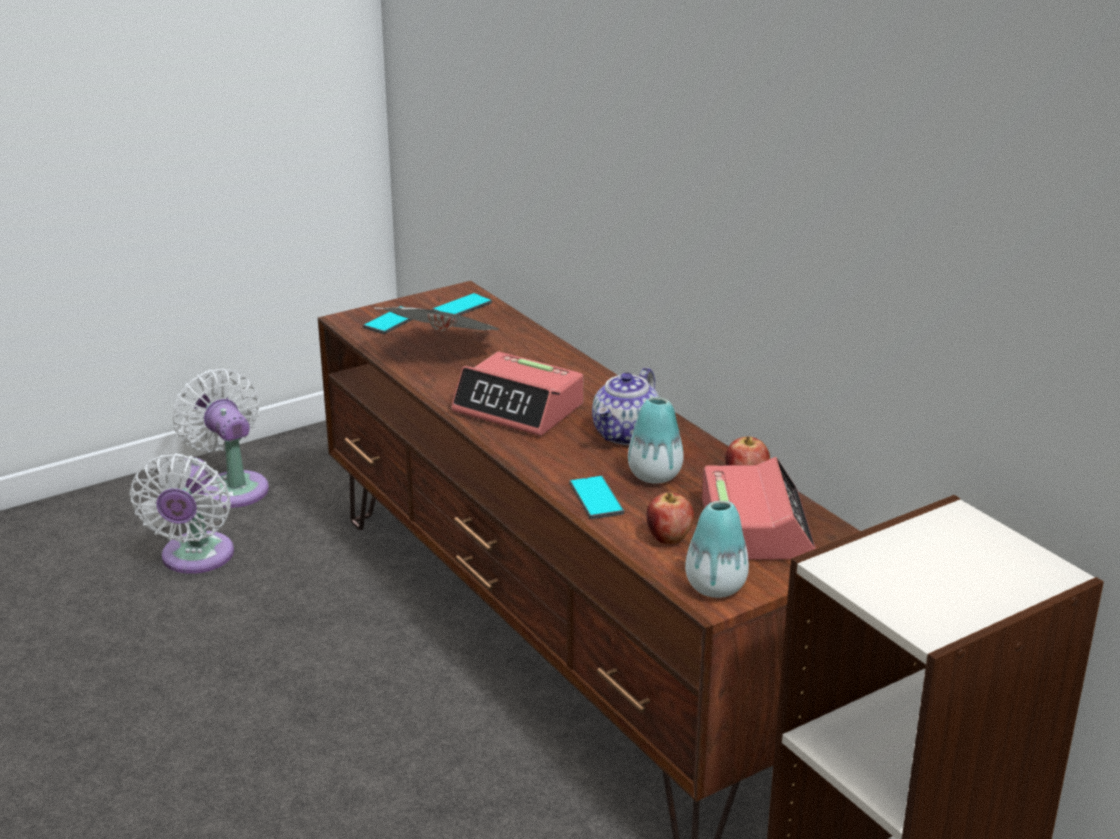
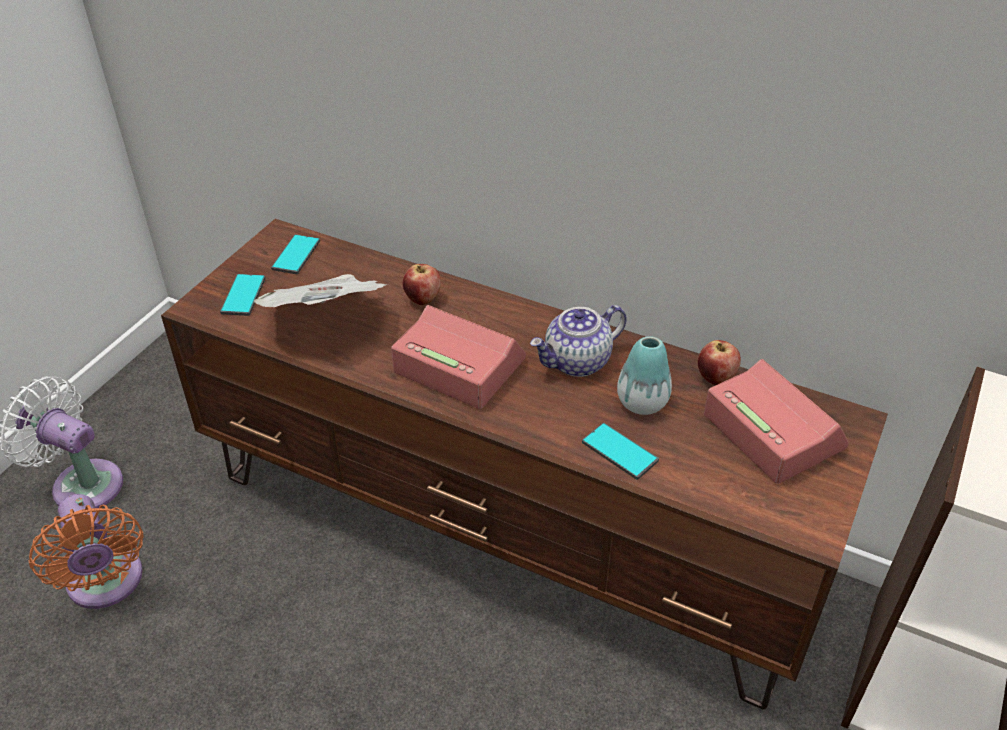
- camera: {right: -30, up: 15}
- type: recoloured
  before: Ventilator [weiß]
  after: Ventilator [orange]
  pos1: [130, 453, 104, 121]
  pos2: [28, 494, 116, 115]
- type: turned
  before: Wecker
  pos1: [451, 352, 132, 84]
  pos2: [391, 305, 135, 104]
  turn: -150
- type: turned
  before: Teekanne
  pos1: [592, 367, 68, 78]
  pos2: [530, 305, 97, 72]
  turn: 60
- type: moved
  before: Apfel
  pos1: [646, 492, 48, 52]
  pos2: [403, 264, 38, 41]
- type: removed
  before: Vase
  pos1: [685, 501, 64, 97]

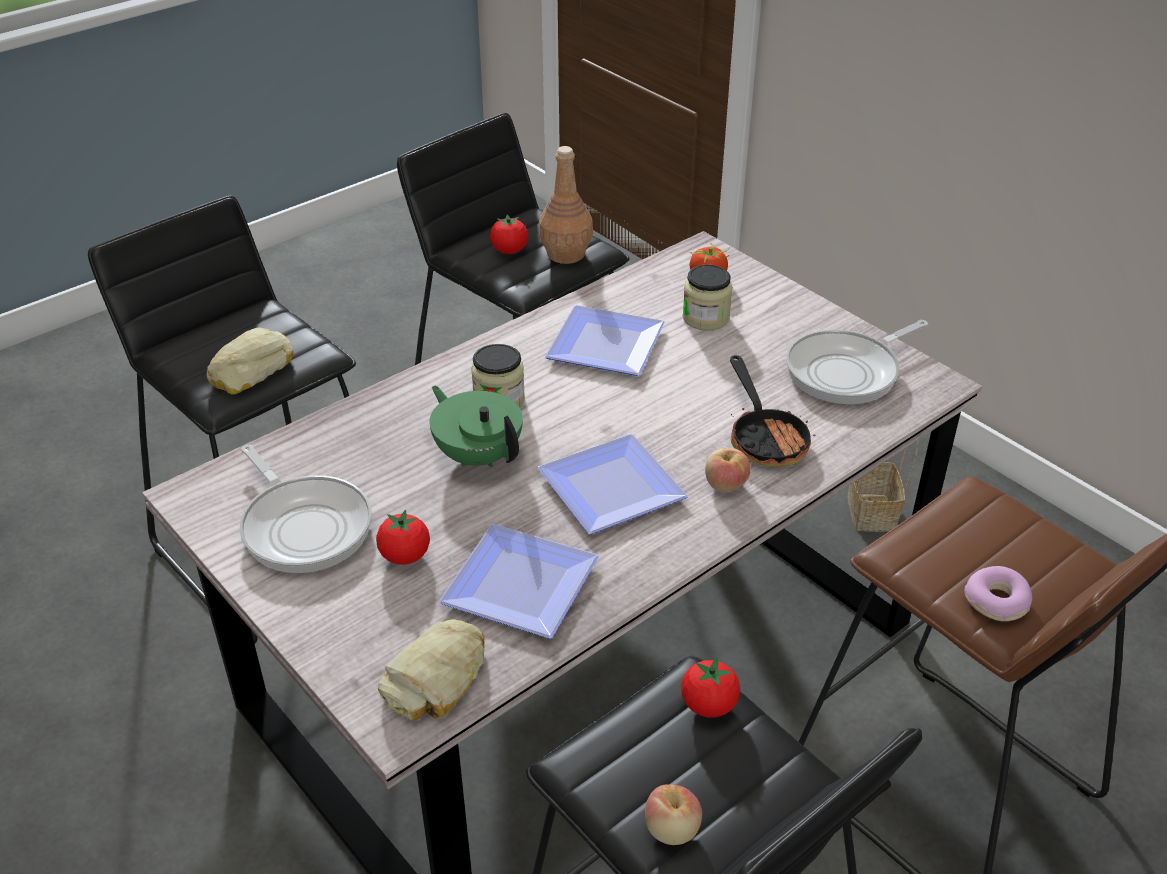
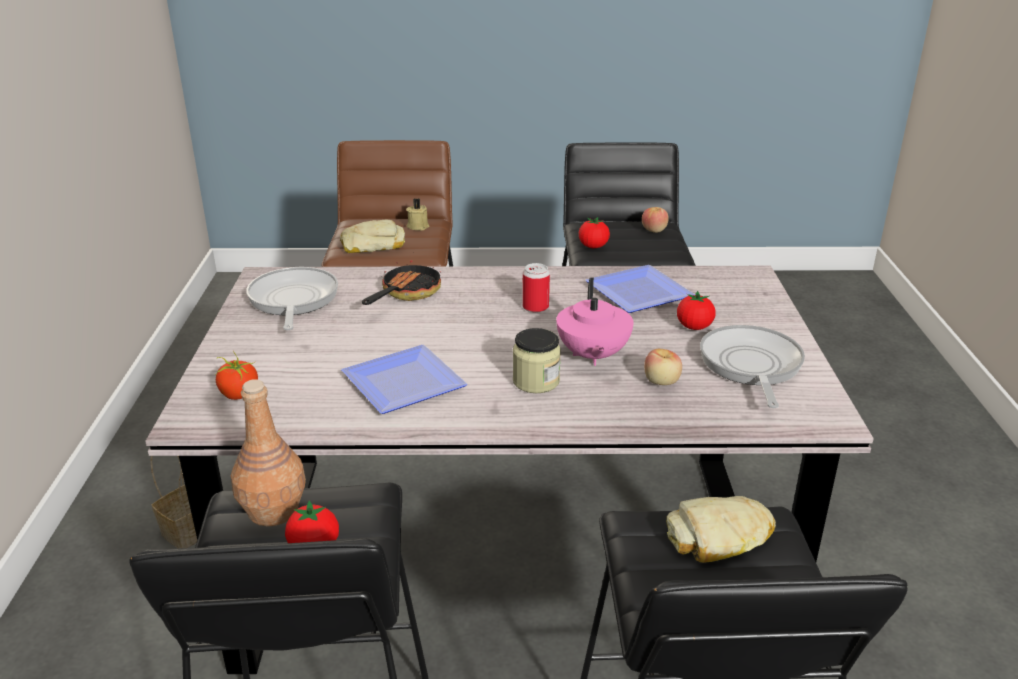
- camera: {right: -140, up: -10}
- type: moved
  before: Brot
  pos1: [378, 619, 107, 102]
  pos2: [340, 220, 65, 33]
- type: recoloured
  before: Teekanne [grün]
  after: Teekanne [rosa]
  pos1: [429, 386, 94, 81]
  pos2: [556, 278, 78, 88]
- type: replaced
  before: Teller
  after: Dose
  pos1: [537, 434, 151, 100]
  pos2: [522, 263, 28, 50]
- type: removed
  before: Vorratsglas
  pos1: [683, 264, 49, 67]
- type: moved
  before: Apfel
  pos1: [705, 447, 46, 45]
  pos2: [644, 349, 38, 36]
- type: turned
  before: Pfanne
  pos1: [786, 320, 142, 84]
  pos2: [246, 267, 92, 63]
  turn: -105
- type: replaced
  before: Donut
  after: Kerze [beige]
  pos1: [965, 566, 67, 55]
  pos2: [406, 198, 23, 32]

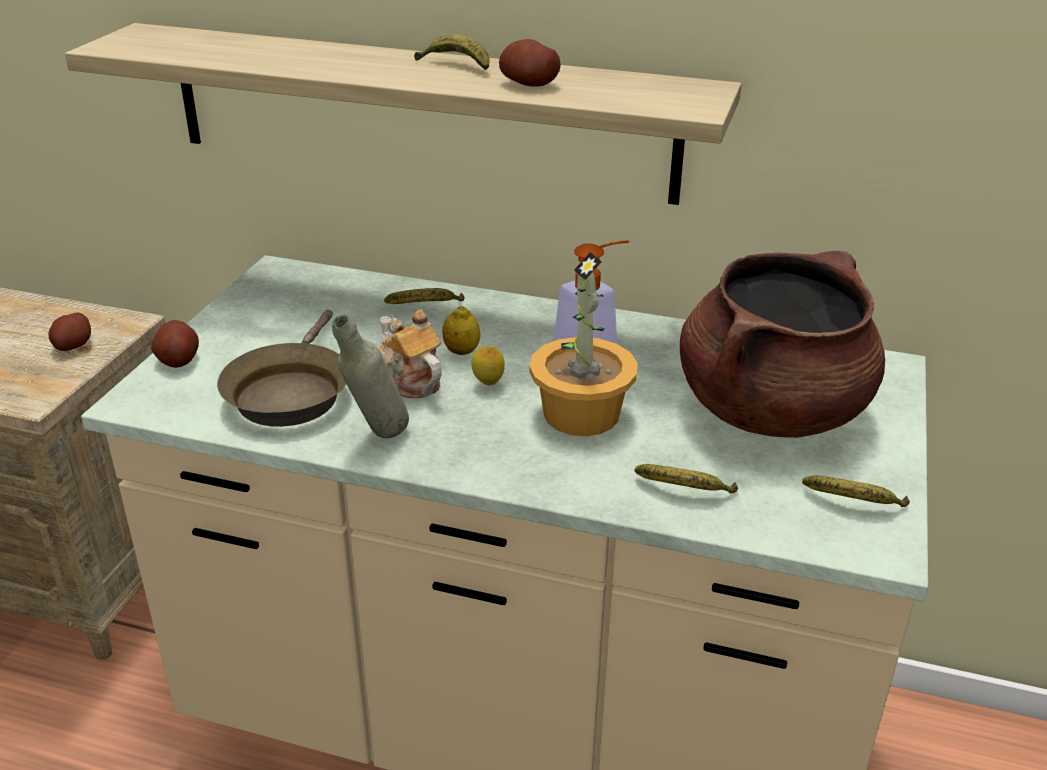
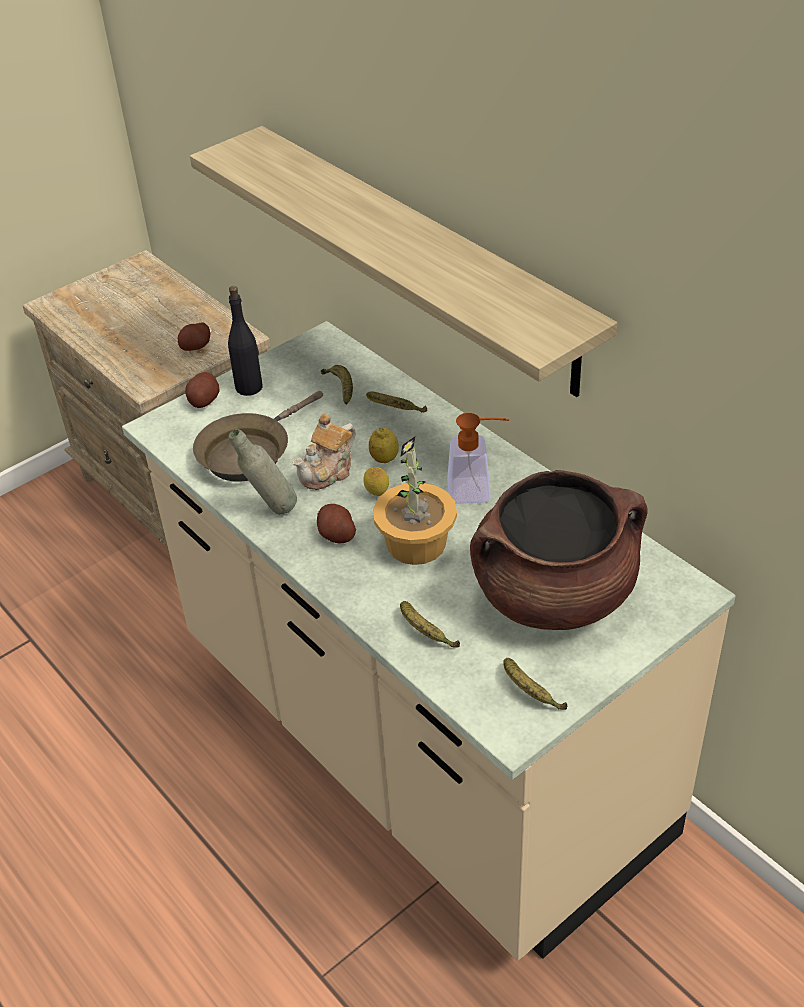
- camera: {right: 35, up: 10}
- type: turned
  before: Teekanne
  pos1: [378, 309, 64, 89]
  pos2: [293, 414, 63, 76]
  turn: -135
- type: moved
  before: Banane
  pos1: [414, 34, 75, 36]
  pos2: [321, 365, 32, 39]
- type: moved
  before: Kartoffel
  pos1: [499, 39, 62, 48]
  pos2: [317, 504, 39, 39]
- type: added
  after: Flasche [schwarz]
  pos2: [228, 286, 34, 110]

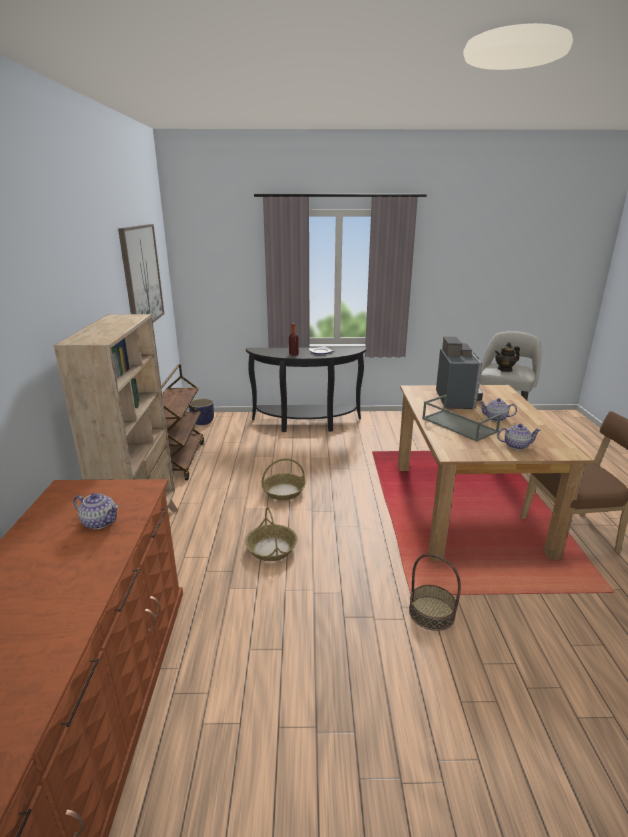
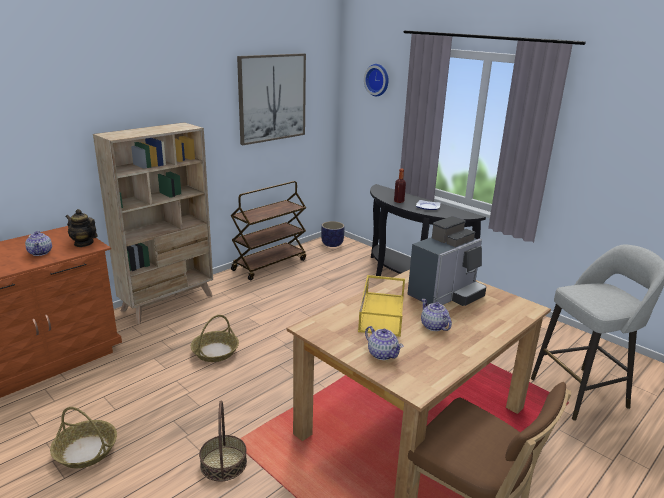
- camera: {right: 45, up: 0}
- type: moved
  before: Korb
  pos1: [261, 458, 44, 42]
  pos2: [50, 407, 67, 61]
- type: recoloured
  before: Tablett [grau]
  after: Tablett [gelb]
  pos1: [422, 395, 79, 46]
  pos2: [358, 275, 47, 62]
- type: moved
  before: Teekanne
  pos1: [495, 342, 25, 30]
  pos2: [65, 209, 32, 38]
- type: added
  after: Wanduhr
  pos2: [364, 64, 24, 32]

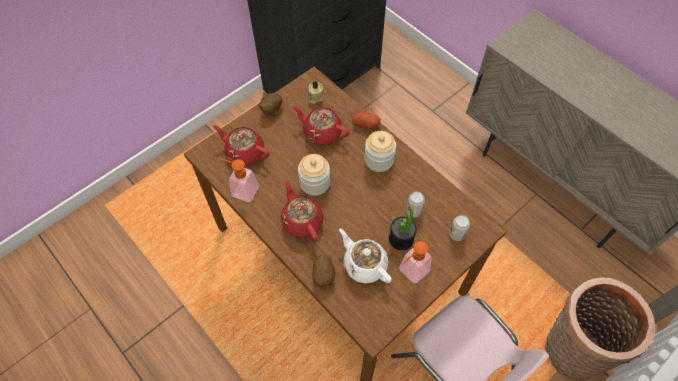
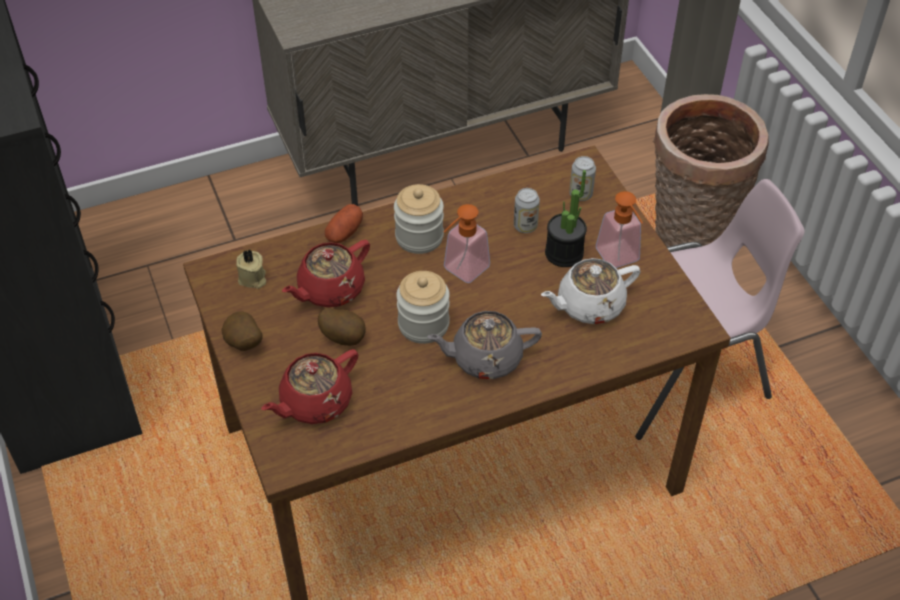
- camera: {right: -70, up: -10}
- type: moved
  before: Seifenspender
  pos1: [218, 158, 41, 44]
  pos2: [444, 204, 46, 79]
- type: recoloured
  before: Teekanne [rot]
  after: Teekanne [grau]
  pos1: [281, 181, 43, 60]
  pos2: [427, 311, 115, 68]
- type: moved
  before: Kartoffel
  pos1: [312, 255, 23, 32]
  pos2: [318, 308, 48, 38]

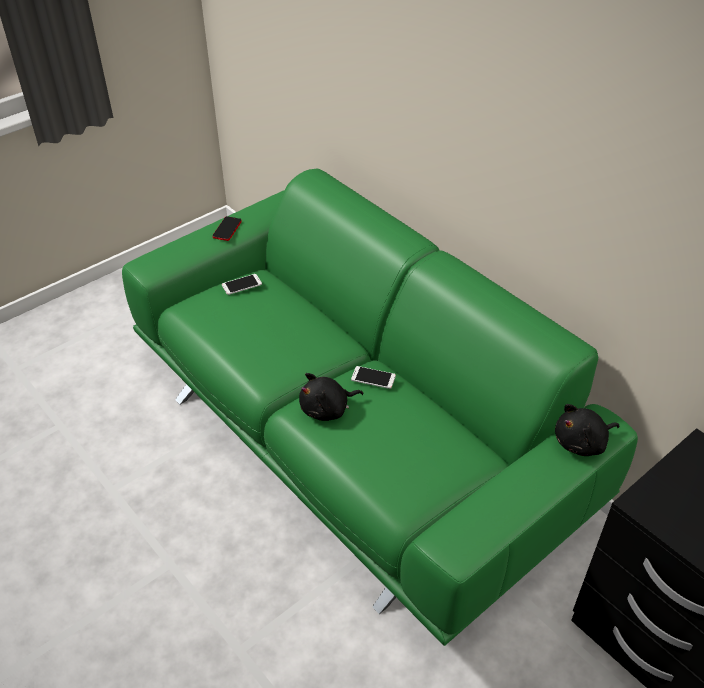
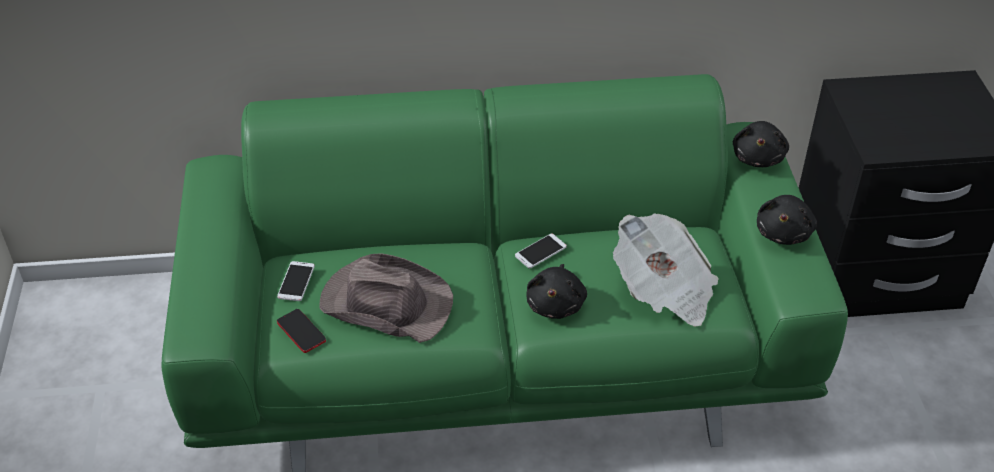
- camera: {right: -55, up: 0}
- type: moved
  before: Handy
  pos1: [213, 216, 29, 25]
  pos2: [277, 309, 49, 44]
- type: added
  after: Hut [braun]
  pos2: [320, 253, 133, 90]
- type: added
  after: Zeitung
  pos2: [613, 213, 106, 114]
- type: added
  after: Plüschtier [schwarz]
  pos2: [757, 195, 60, 50]

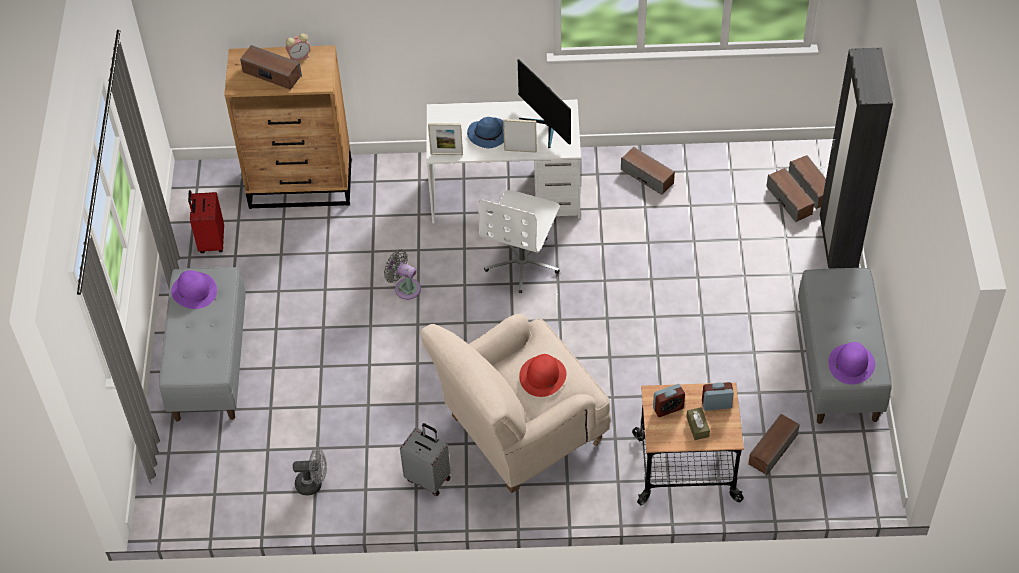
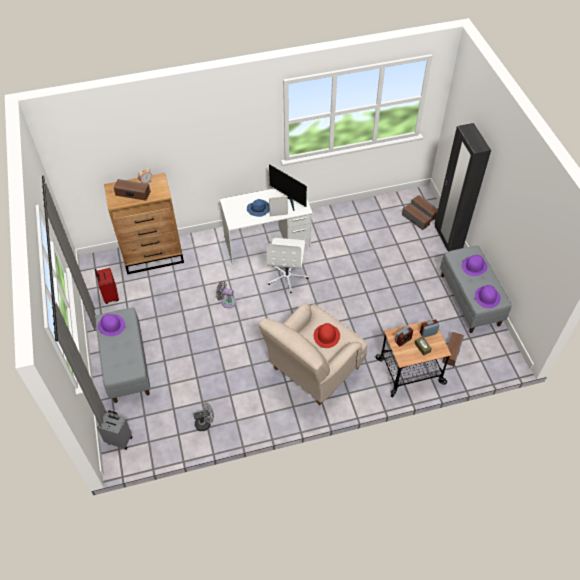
- camera: {right: -15, up: 0}
- type: moved
  before: Koffer [grau]
  pos1: [400, 423, 51, 73]
  pos2: [97, 410, 36, 40]
- type: removed
  before: Bilderrahmen
  pos1: [428, 123, 35, 32]
- type: removed
  before: Lautsprecher
  pos1: [621, 147, 54, 48]
- type: added
  after: Hut [lila]
  pos2: [462, 255, 25, 21]

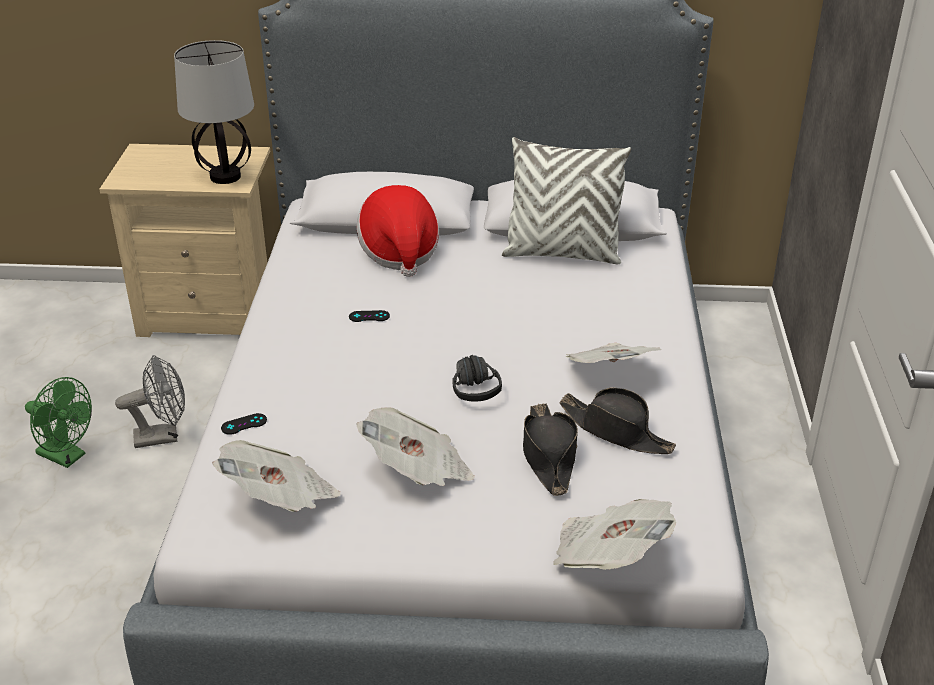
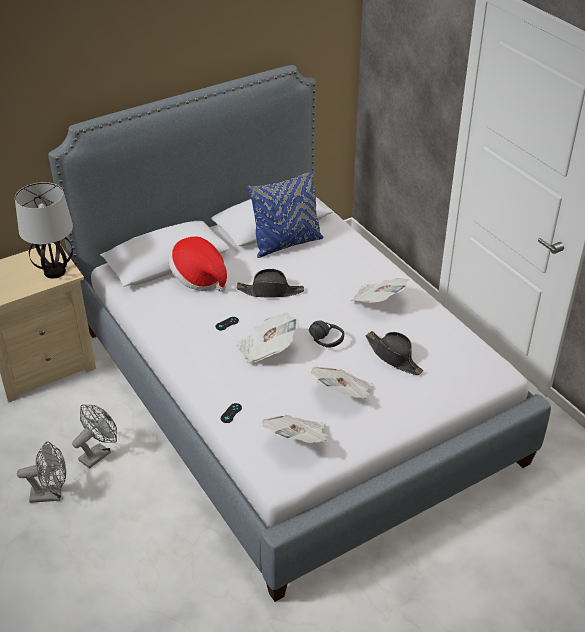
- camera: {right: -35, up: 5}
- type: recoloured
  before: Ventilator [grün]
  after: Ventilator [grau]
  pos1: [25, 377, 67, 91]
  pos2: [17, 442, 49, 61]
- type: recoloured
  before: Kissen [weiß]
  after: Kissen [blau]
  pos1: [502, 137, 129, 127]
  pos2: [247, 170, 76, 88]
- type: moved
  before: Zeitung
  pos1: [553, 499, 123, 71]
  pos2: [237, 313, 62, 51]
- type: moved
  before: Hut [schwarz]
  pos1: [559, 387, 117, 67]
  pos2: [236, 269, 68, 28]

